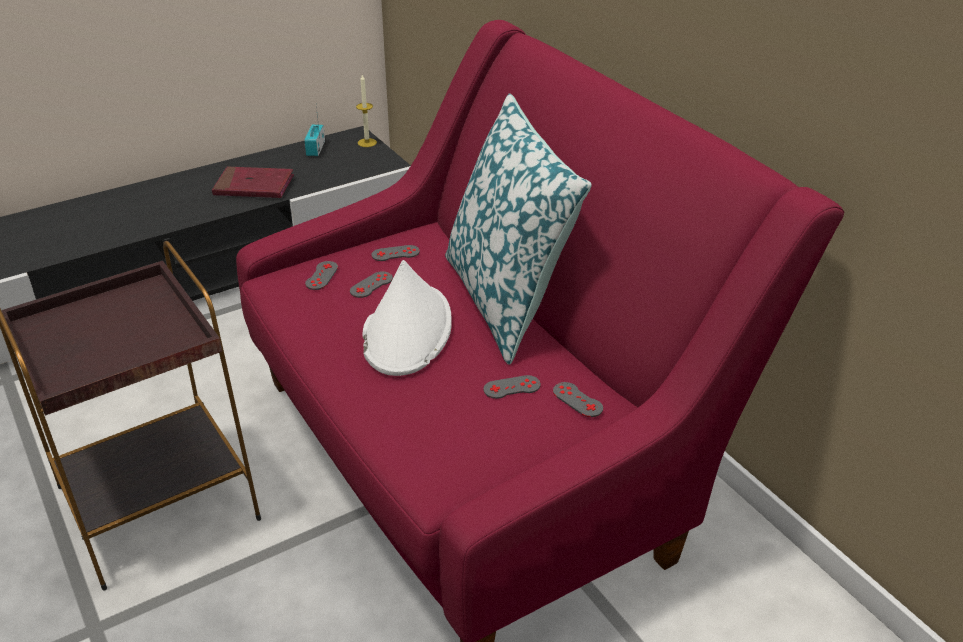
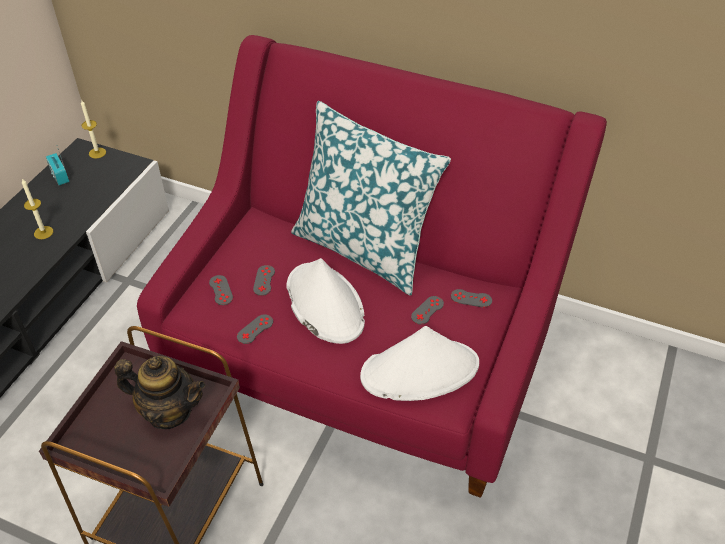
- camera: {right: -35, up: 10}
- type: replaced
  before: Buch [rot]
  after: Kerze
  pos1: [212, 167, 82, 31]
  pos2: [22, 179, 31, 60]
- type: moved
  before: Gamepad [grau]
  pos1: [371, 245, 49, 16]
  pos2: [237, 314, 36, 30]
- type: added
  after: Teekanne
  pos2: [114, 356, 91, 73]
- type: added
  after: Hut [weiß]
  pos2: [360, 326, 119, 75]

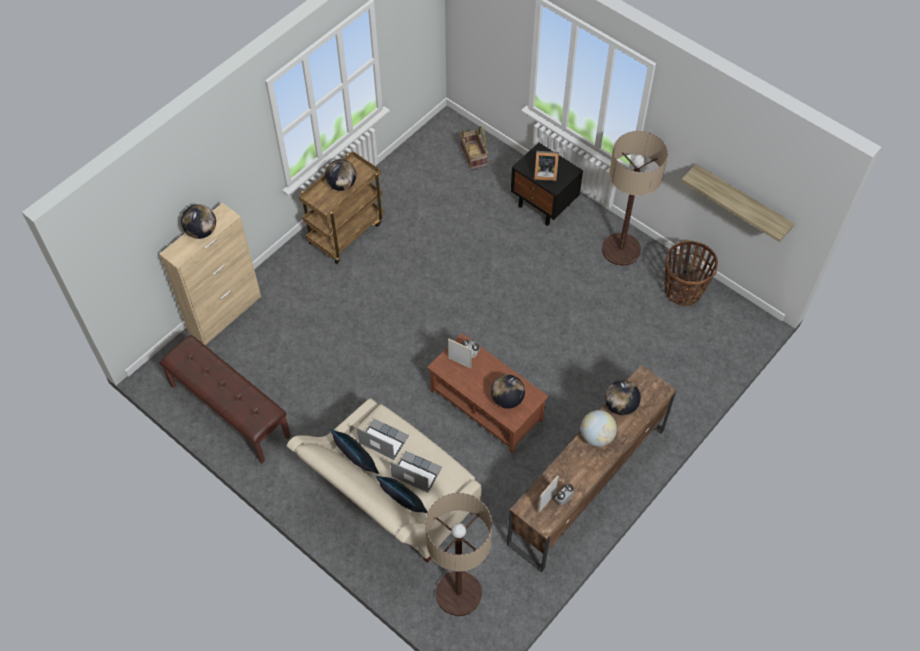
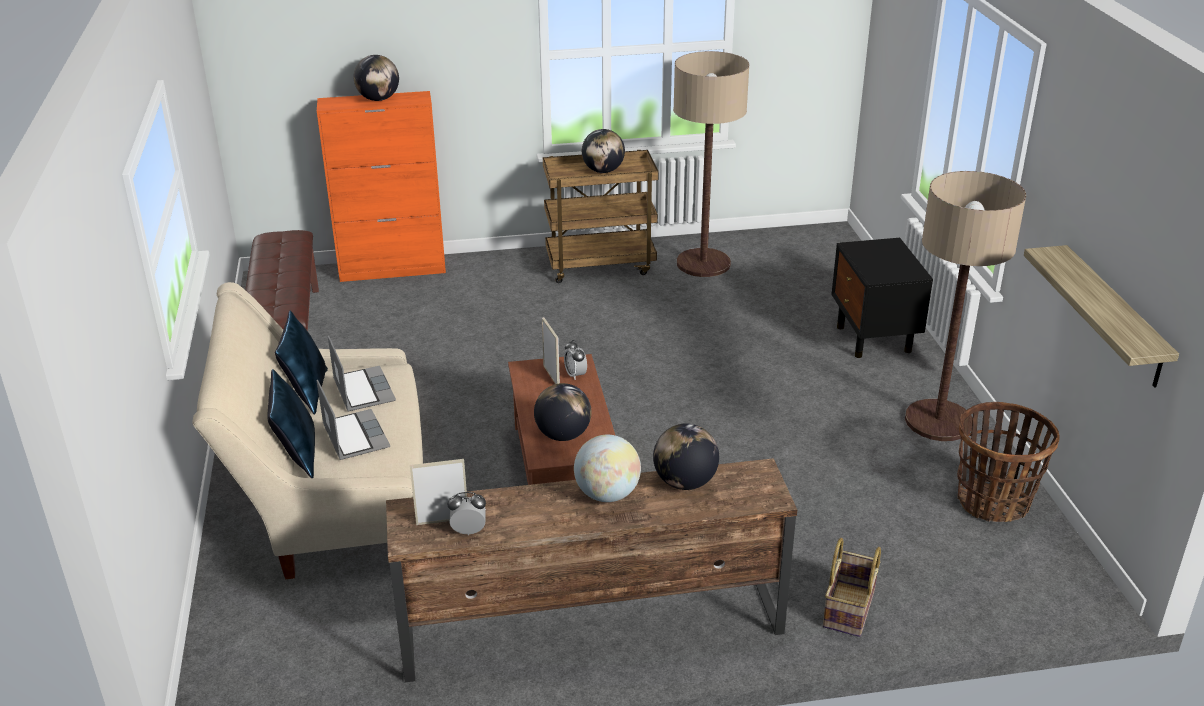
- camera: {right: 40, up: -25}
- type: recoloured
  before: Schrank [beige]
  after: Schrank [orange]
  pos1: [159, 203, 102, 142]
  pos2: [317, 91, 129, 191]
- type: moved
  before: Stehlampe
  pos1: [425, 493, 67, 123]
  pos2: [673, 51, 76, 226]
- type: moved
  before: Korb
  pos1: [460, 126, 28, 44]
  pos2: [823, 538, 58, 99]
- type: removed
  before: Bilderrahmen
  pos1: [534, 151, 25, 30]

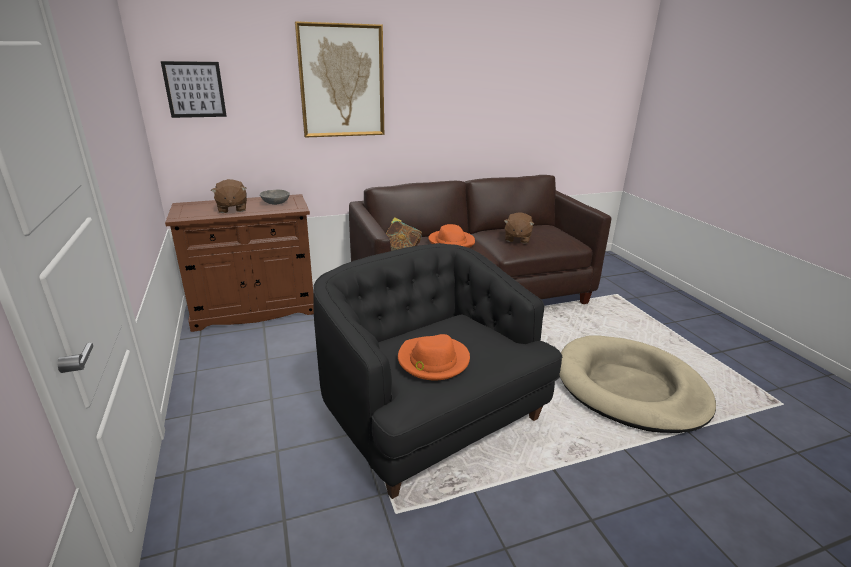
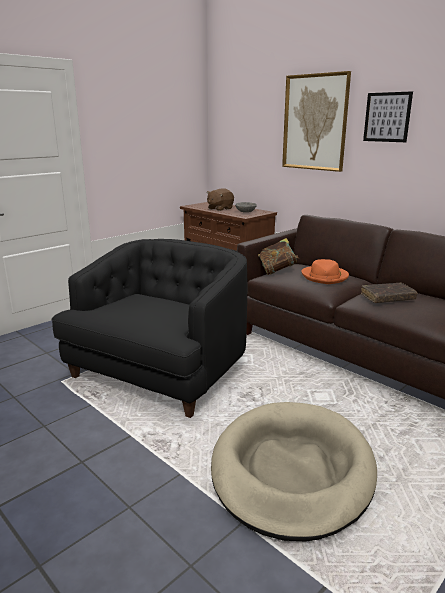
- camera: {right: 65, up: -5}
- type: moved
  before: Bild
  pos1: [161, 61, 66, 57]
  pos2: [363, 91, 50, 51]
- type: removed
  before: Hut [orange]
  pos1: [398, 334, 72, 47]
- type: replaced
  before: Plüschtier [braun]
  after: Buch [braun]
  pos1: [504, 212, 30, 32]
  pos2: [361, 283, 56, 20]

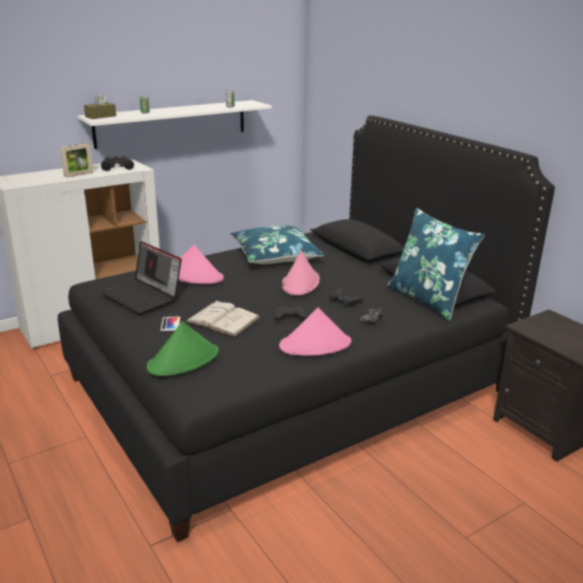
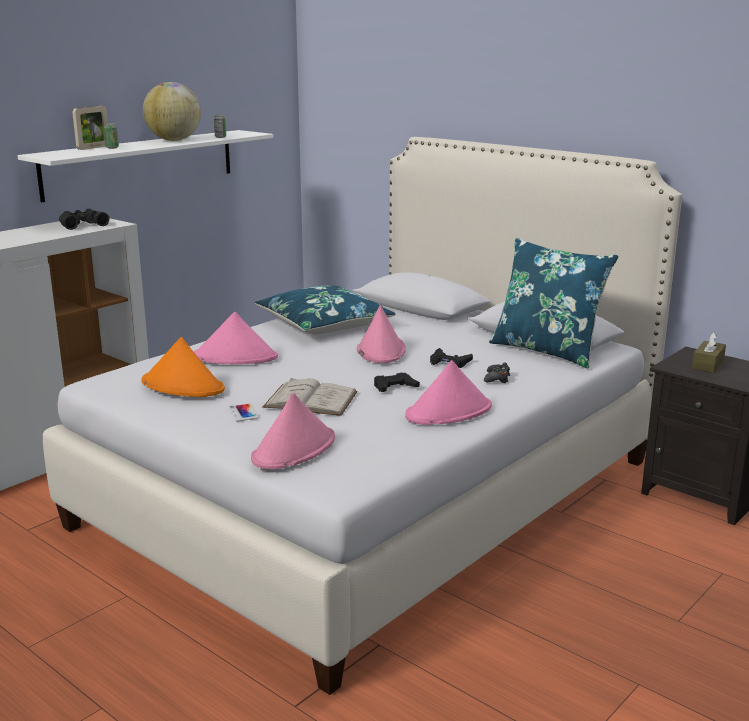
- camera: {right: -15, up: -5}
- type: recoloured
  before: Bett [schwarz]
  after: Bett [weiß]
  pos1: [58, 115, 497, 427]
  pos2: [43, 137, 639, 558]
- type: moved
  before: Bilderrahmen
  pos1: [60, 143, 33, 35]
  pos2: [72, 106, 36, 44]
- type: moved
  before: Taschentuchbox [braun]
  pos1: [84, 93, 32, 26]
  pos2: [692, 332, 34, 41]
- type: replaced
  before: Laptop
  after: Hut [orange]
  pos1: [101, 241, 81, 73]
  pos2: [141, 337, 84, 60]
- type: recoloured
  before: Hut [grün]
  after: Hut [rosa]
  pos1: [147, 321, 72, 55]
  pos2: [251, 393, 84, 76]
- type: added
  after: Globus
  pos2: [143, 82, 58, 59]

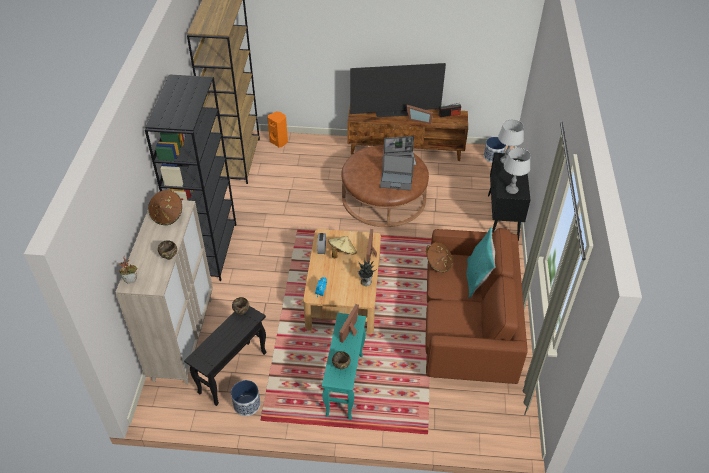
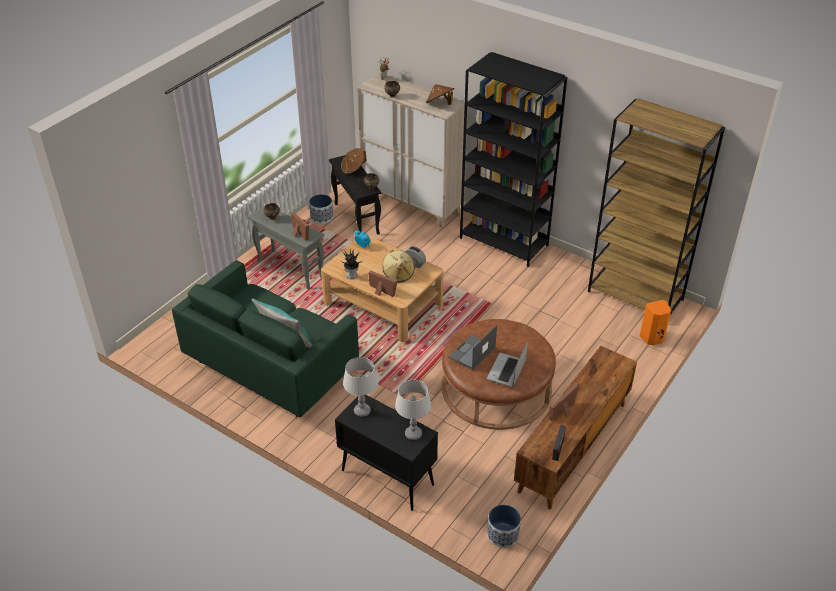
- camera: {right: 120, up: -5}
- type: recoloured
  before: Beistelltisch [türkis]
  after: Beistelltisch [grau]
  pos1: [322, 313, 44, 107]
  pos2: [248, 204, 76, 85]
- type: removed
  before: Fernseher
  pos1: [350, 63, 96, 54]
- type: recoloured
  before: Sofa [braun]
  after: Sofa [grün]
  pos1: [425, 228, 103, 156]
  pos2: [172, 261, 187, 156]
- type: moved
  before: Hut [braun]
  pos1: [426, 242, 27, 31]
  pos2: [341, 148, 25, 26]

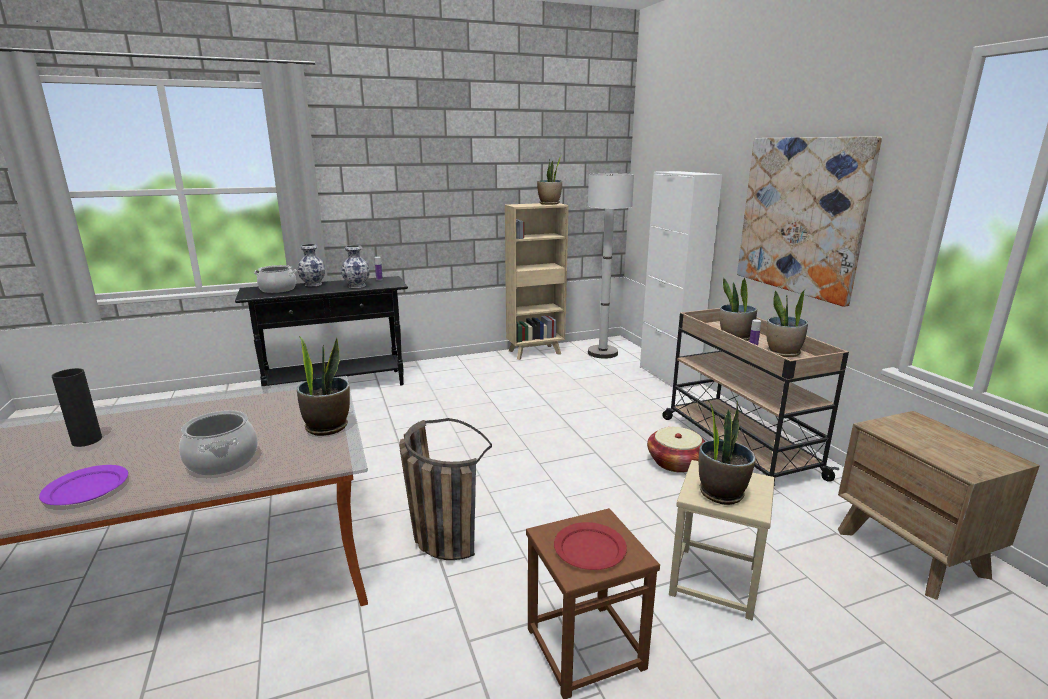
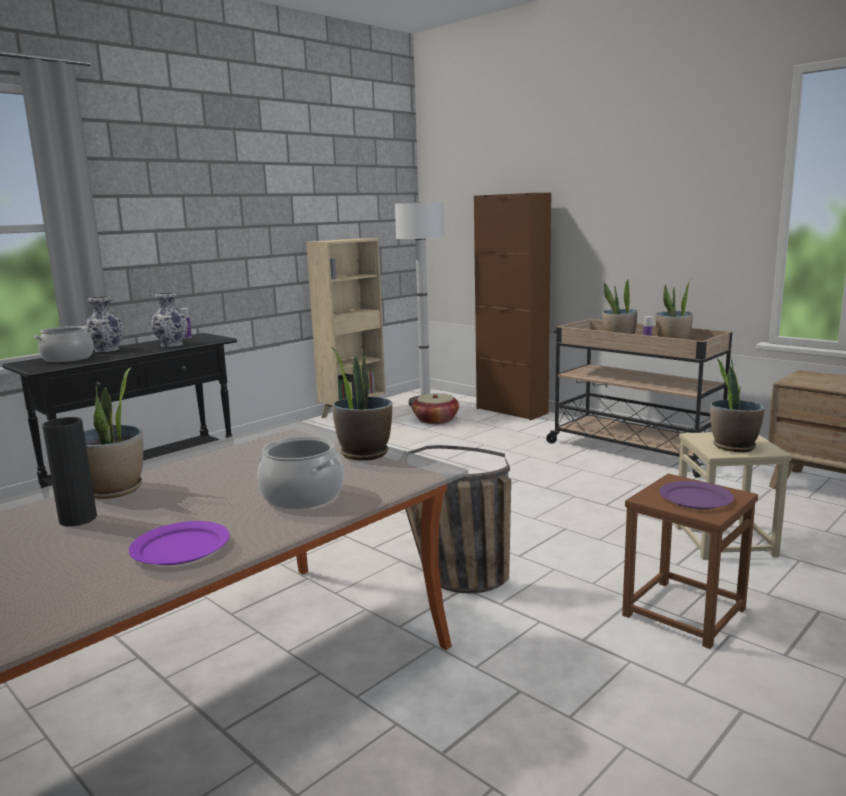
- camera: {right: -25, up: -5}
- type: moved
  before: Topfpflanze
  pos1: [537, 155, 25, 50]
  pos2: [84, 368, 59, 131]
- type: recoloured
  before: Teller [rot]
  after: Teller [lila]
  pos1: [554, 522, 73, 48]
  pos2: [659, 481, 75, 28]
- type: recoloured
  before: Schrank [weiß]
  after: Schrank [braun]
  pos1: [640, 171, 82, 219]
  pos2: [474, 193, 77, 227]
- type: moved
  before: Korb
  pos1: [647, 427, 59, 46]
  pos2: [412, 393, 47, 31]
- type: removed
  before: Bild
  pos1: [737, 136, 145, 171]

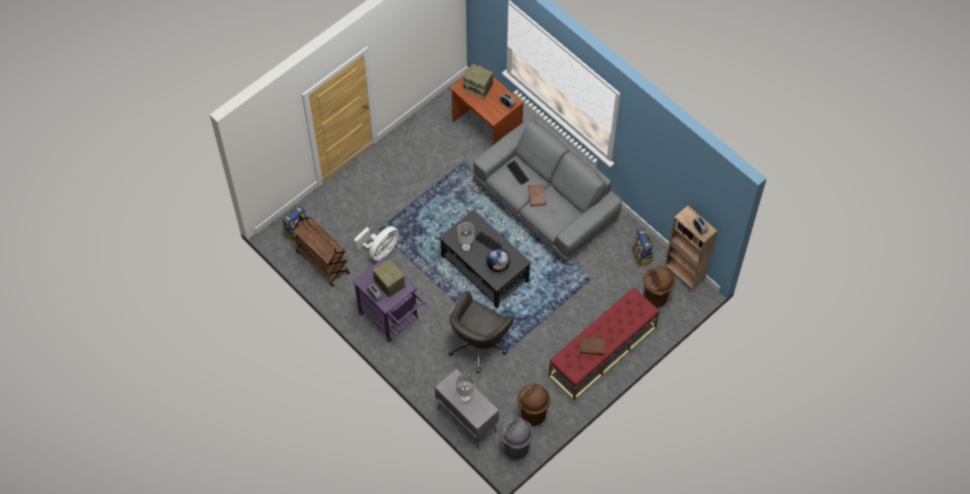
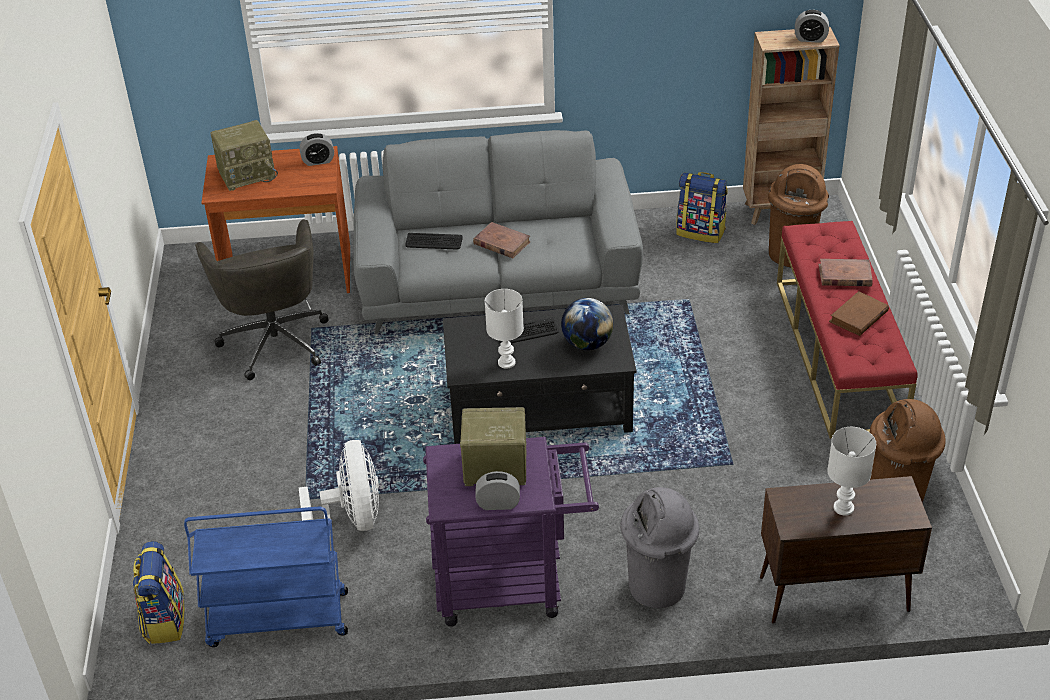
- camera: {right: -50, up: -20}
- type: recoloured
  before: Rollwagen [braun]
  after: Rollwagen [blau]
  pos1: [293, 214, 57, 73]
  pos2: [184, 507, 164, 140]
- type: recoloured
  before: Schrank [grau]
  after: Schrank [braun]
  pos1: [435, 369, 64, 79]
  pos2: [760, 476, 172, 148]
- type: moved
  before: Bürostuhl [grau]
  pos1: [449, 291, 65, 82]
  pos2: [195, 219, 134, 161]
- type: moved
  before: Mülleimer [grau]
  pos1: [500, 417, 33, 42]
  pos2: [620, 487, 79, 121]
- type: added
  after: Buch [braun]
  pos2: [819, 259, 54, 27]

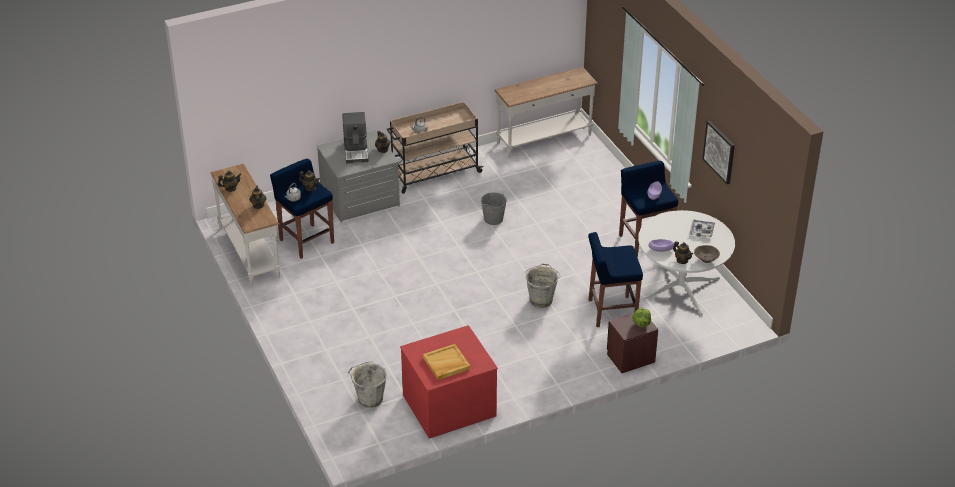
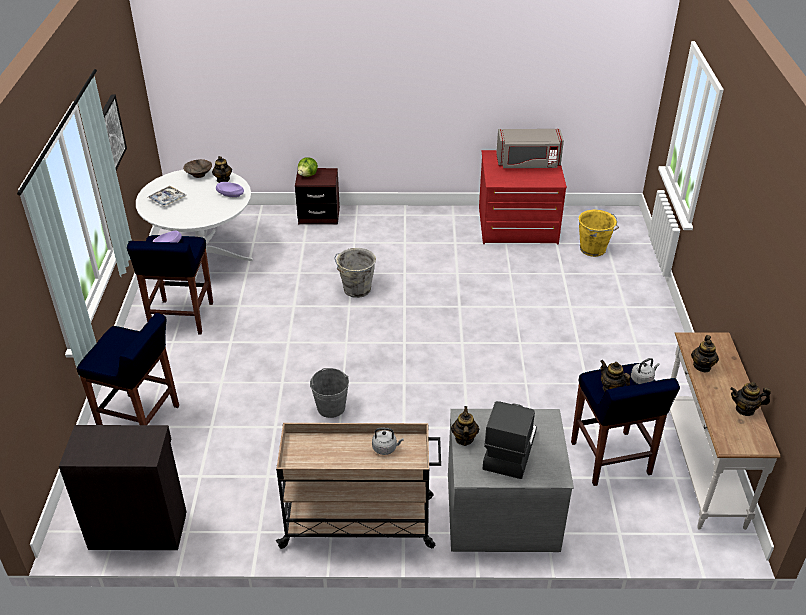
- camera: {right: -155, up: 0}
- type: recoloured
  before: Eimer [grau]
  after: Eimer [gelb]
  pos1: [348, 361, 39, 47]
  pos2: [578, 209, 41, 48]
- type: replaced
  before: Tablett [beige]
  after: Mikrowelle [grau]
  pos1: [423, 344, 47, 36]
  pos2: [496, 129, 68, 39]
- type: replaced
  before: Konsolentisch [weiß]
  after: Schrank [schwarz]
  pos1: [494, 67, 105, 91]
  pos2: [59, 425, 128, 125]
- type: moved
  before: Hocker [blau]
  pos1: [588, 232, 55, 95]
  pos2: [77, 313, 102, 112]

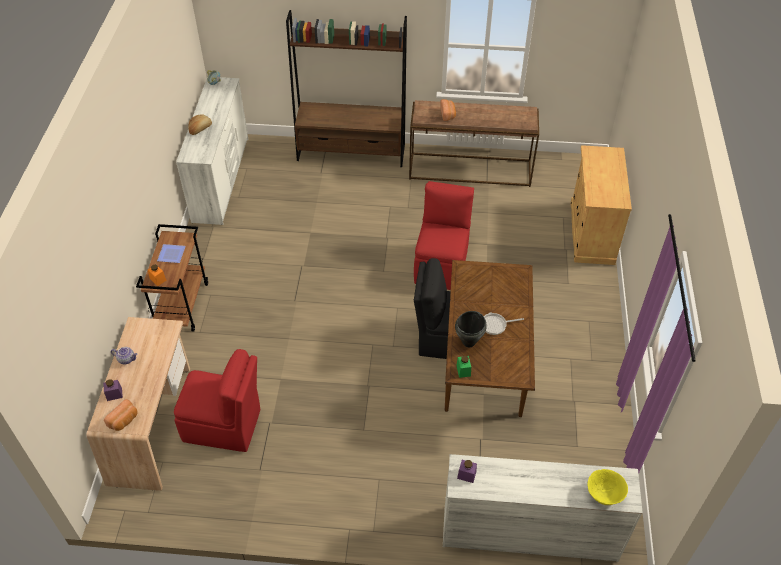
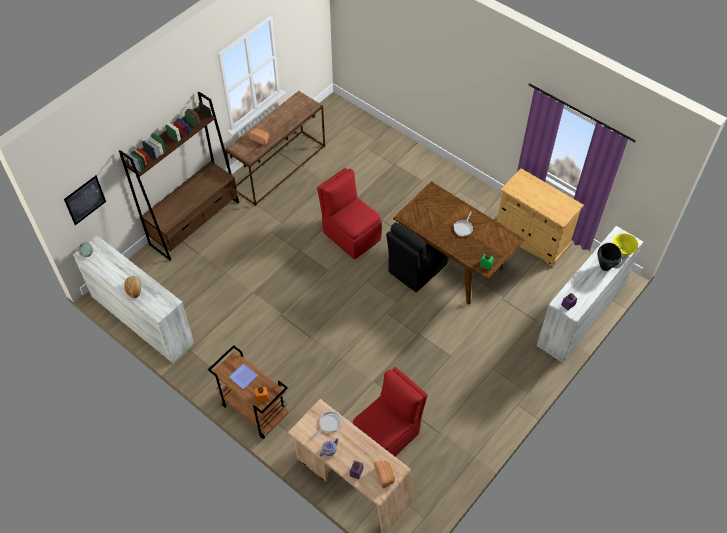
- camera: {right: -55, up: 5}
- type: moved
  before: Kochtopf [schwarz]
  pos1: [455, 311, 32, 36]
  pos2: [597, 243, 25, 28]
- type: moved
  before: Schrank [beige]
  pos1: [571, 145, 61, 120]
  pos2: [497, 168, 87, 99]
- type: added
  after: Bild
  pos2: [64, 176, 42, 49]
- type: added
  after: Pfanne
  pos2: [310, 411, 32, 28]

